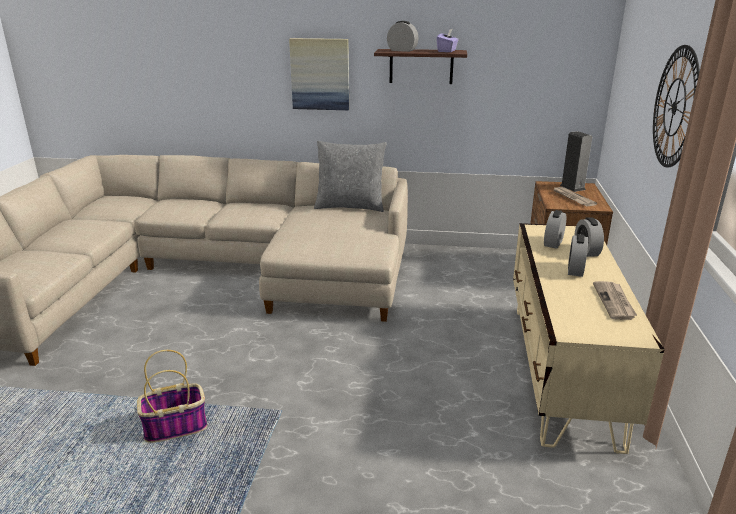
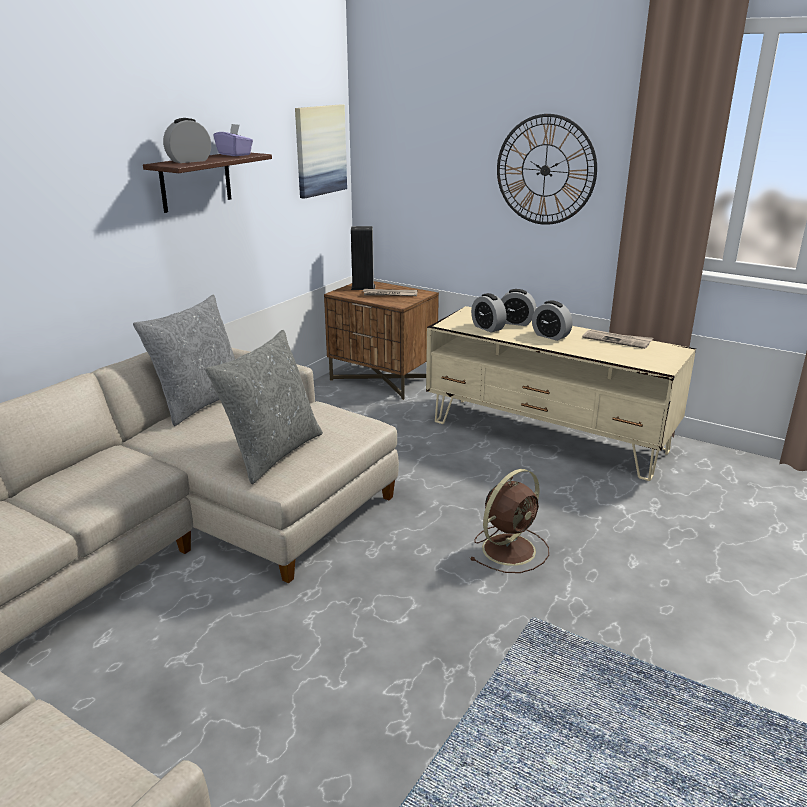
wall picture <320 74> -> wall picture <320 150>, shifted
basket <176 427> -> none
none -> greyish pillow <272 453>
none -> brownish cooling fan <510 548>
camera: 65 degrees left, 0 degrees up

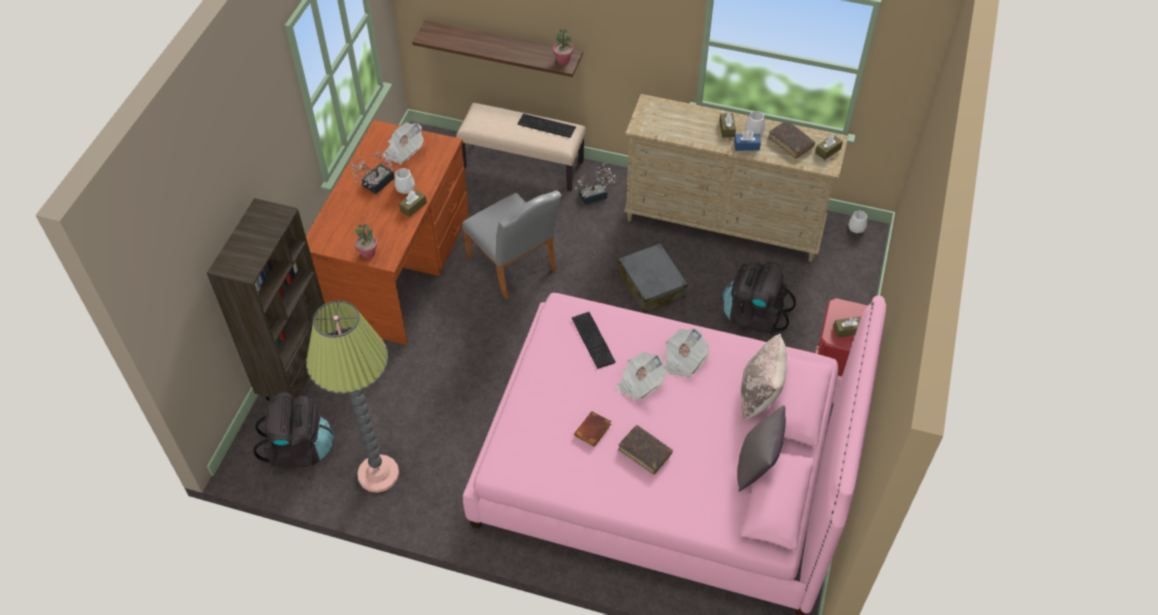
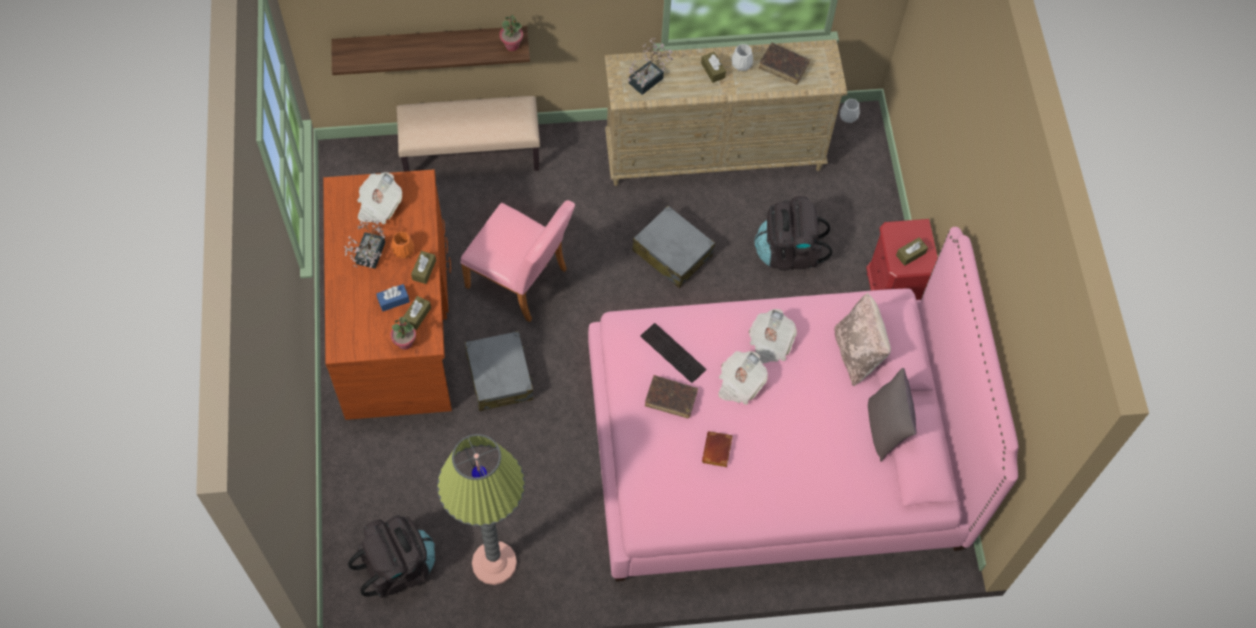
keyboard <546 125> -> none
bluish tissue box <746 146> -> bluish tissue box <393 300>, shifted
brownish tissue box <828 151> -> brownish tissue box <417 315>, shifted
potted plant <596 195> -> potted plant <649 78>, shifted
white-coloured decorative vase <405 187> -> orange-coloured decorative vase <403 250>
greyish chair <515 267> -> pinkish chair <522 281>
brownish bookshelf <298 374> -> none
brownish book <645 452> -> brownish book <671 399>, shifted
none -> greyish piece of luggage <499 376>
camera: 25 degrees left, 10 degrees up

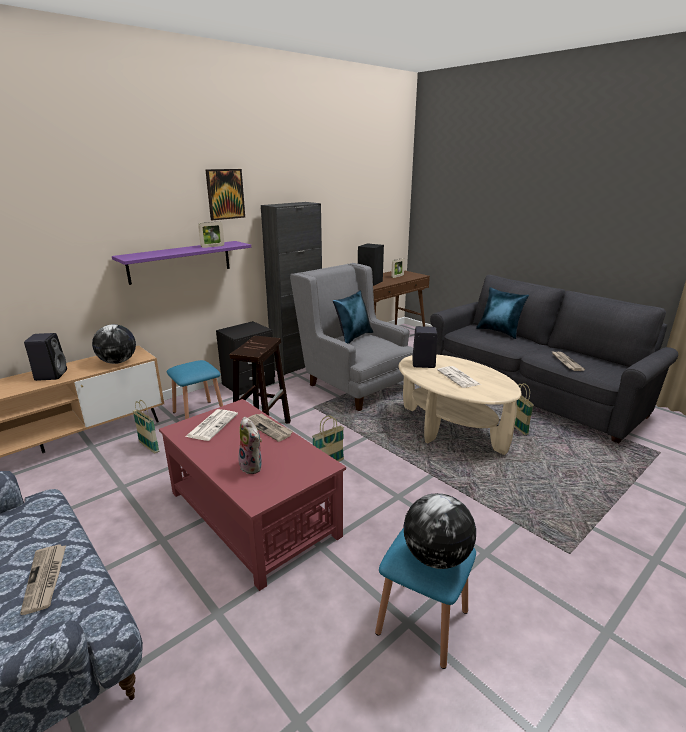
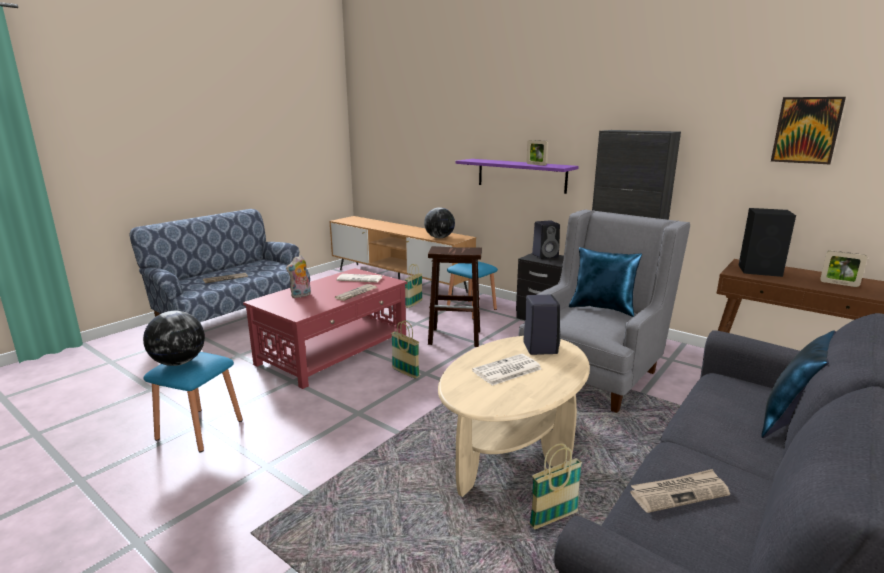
wall picture <225 194> -> wall picture <806 130>, shifted
black audio speaker <51 375> -> black audio speaker <545 256>, shifted
camera: 80 degrees right, 5 degrees down

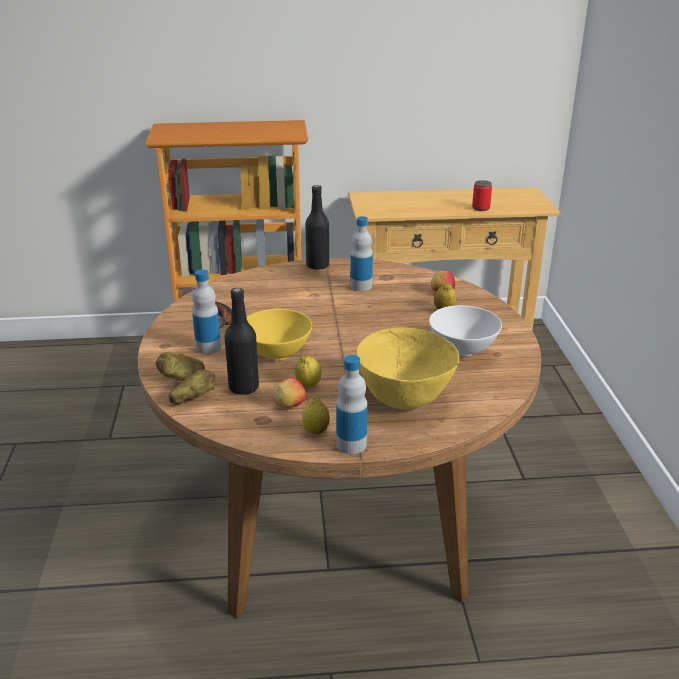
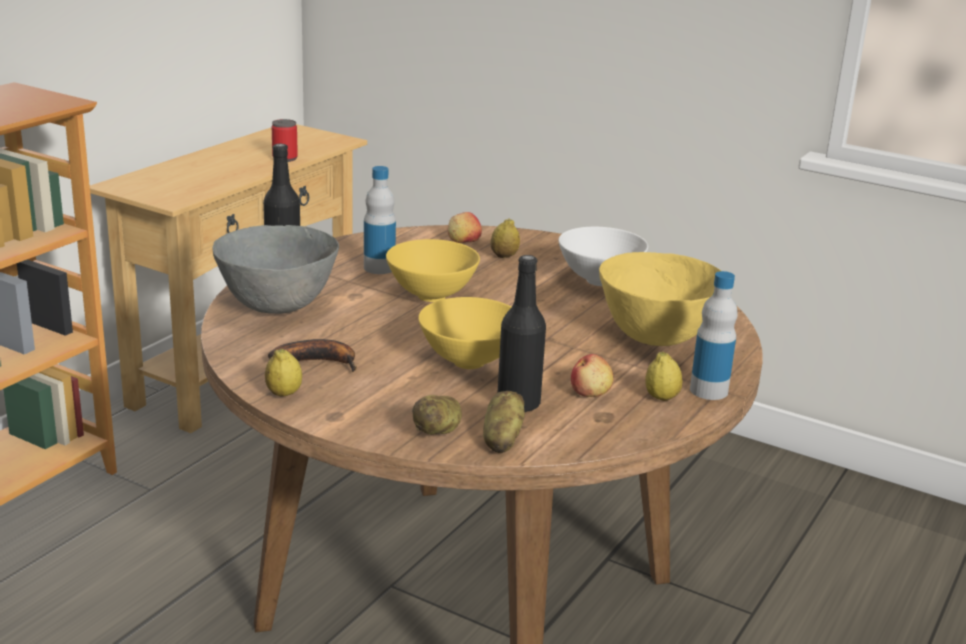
bottle <208 347> -> none
whole lemon <308 385> -> whole lemon <284 394>, shifted
none -> greyish bowl <277 307>
none -> yellow-coloured bowl <430 296>
camera: 55 degrees left, 5 degrees down

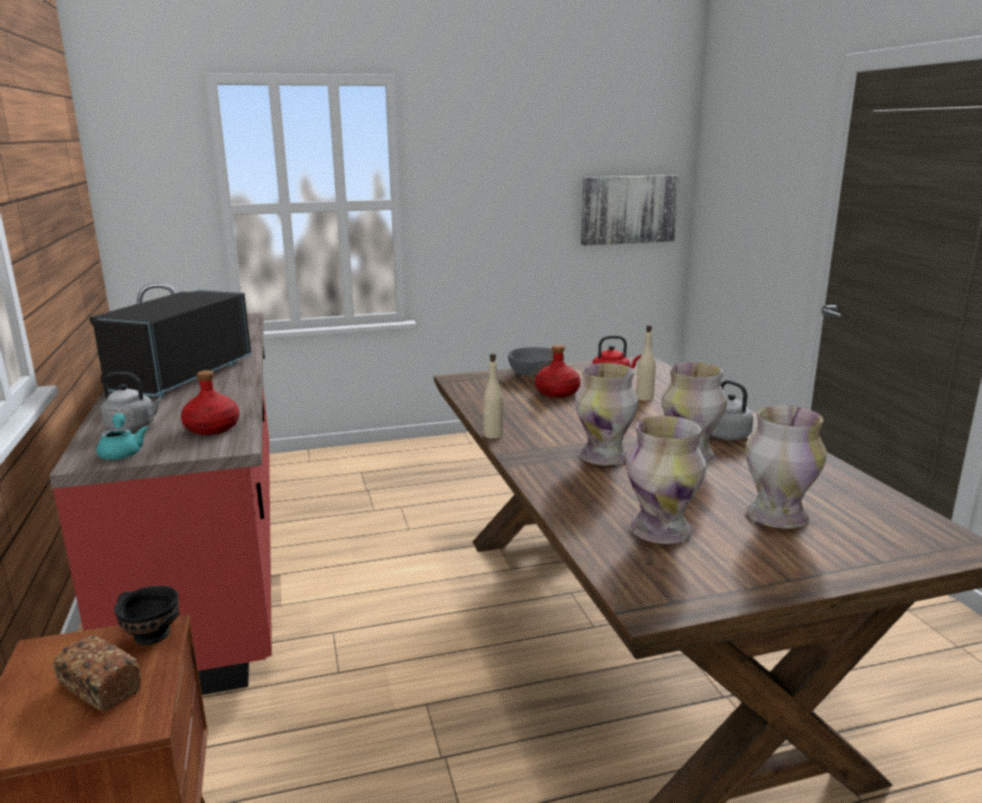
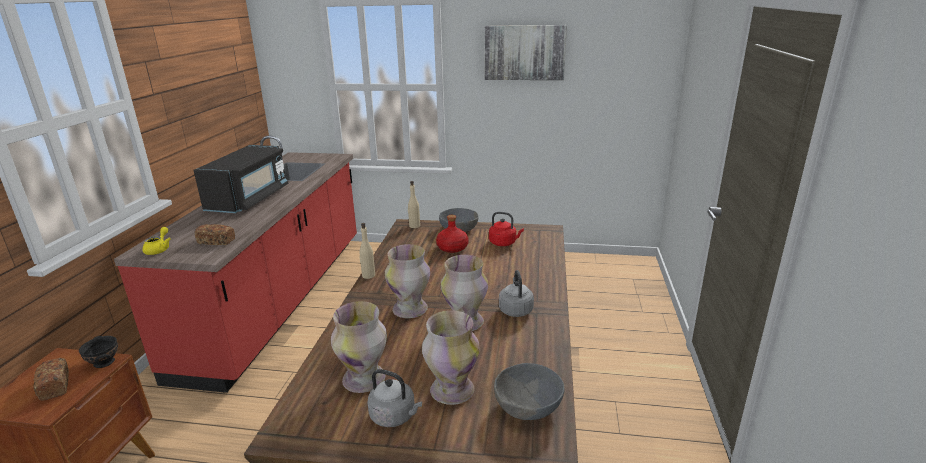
wall picture <628 209> -> wall picture <524 52>, shifted
black microwave <180 376> -> black microwave <249 199>, 150 degrees clockwise
sand-coloured bottle <644 398> -> sand-coloured bottle <414 226>, shifted
red-coloured bottle <212 428> -> bakery bread <216 241>
greyish kettle <133 427> -> greyish kettle <395 416>, shifted
blue-green tea pot <121 451> -> yellow-coloured tea pot <159 249>
none -> greyish bowl <528 406>
camera: 25 degrees right, 5 degrees up

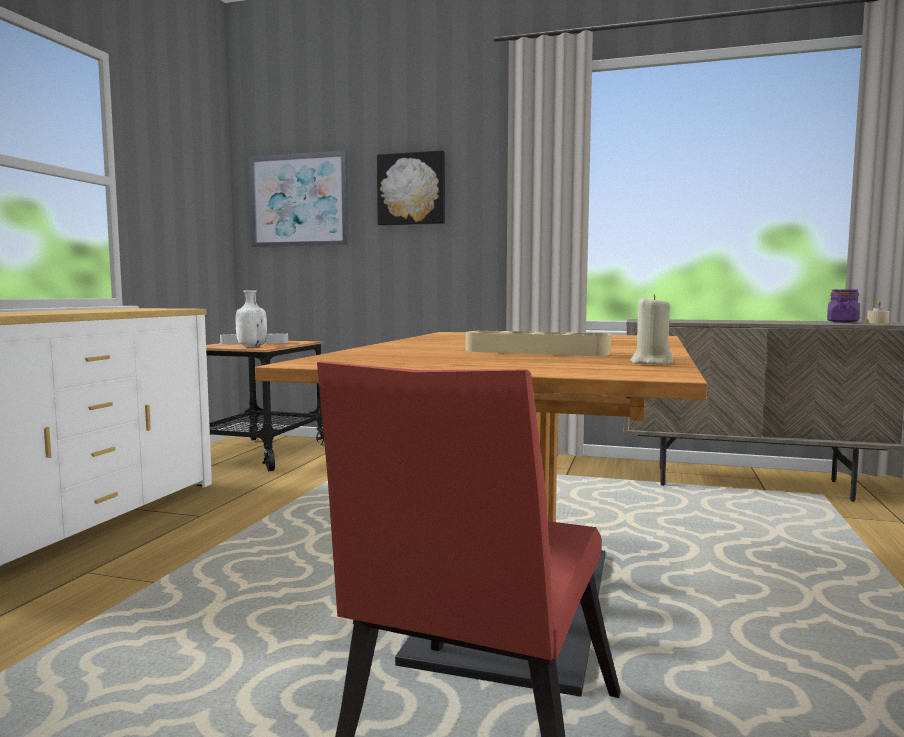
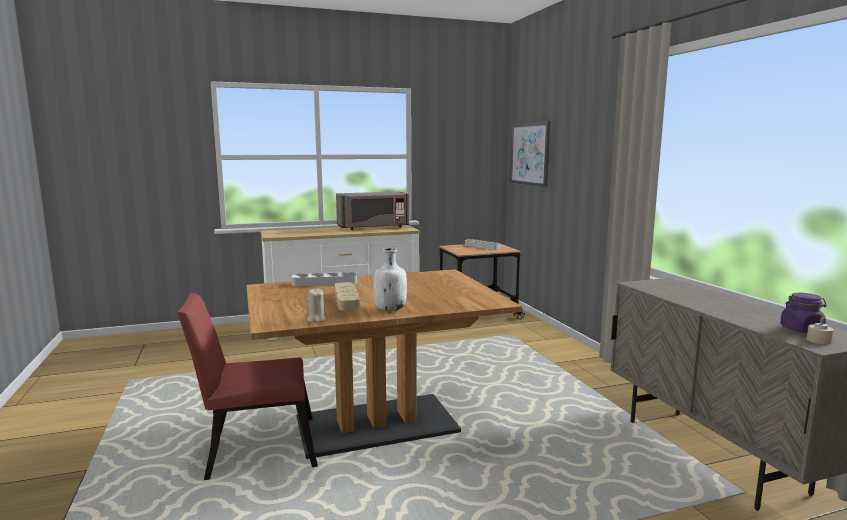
wall picture <411 189> -> none
white-coloured bottle <251 346> -> white-coloured bottle <390 309>, shifted
none -> greyish microwave <373 227>
none -> greyish carrying tray <325 283>
camera: 55 degrees right, 5 degrees up

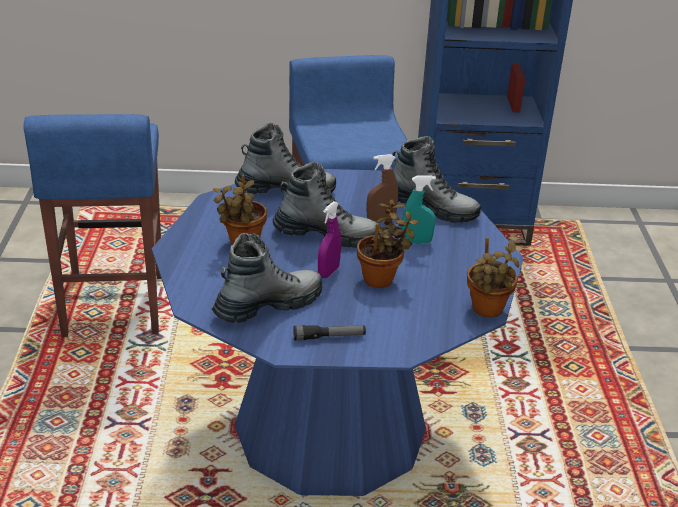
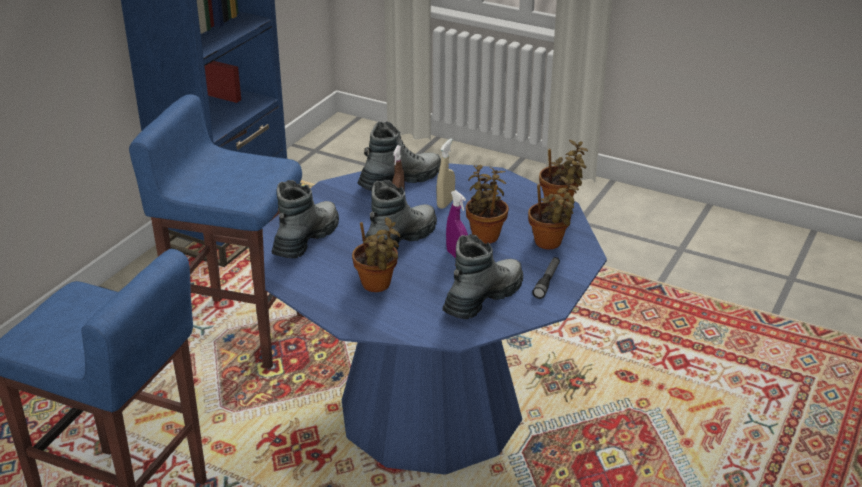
blue-green sprayer <416 242> -> sand-coloured sprayer <445 203>
high-top boot <268 305> -> high-top boot <483 298>, 45 degrees clockwise
none -> potted plant <550 244>
camera: 60 degrees left, 0 degrees up

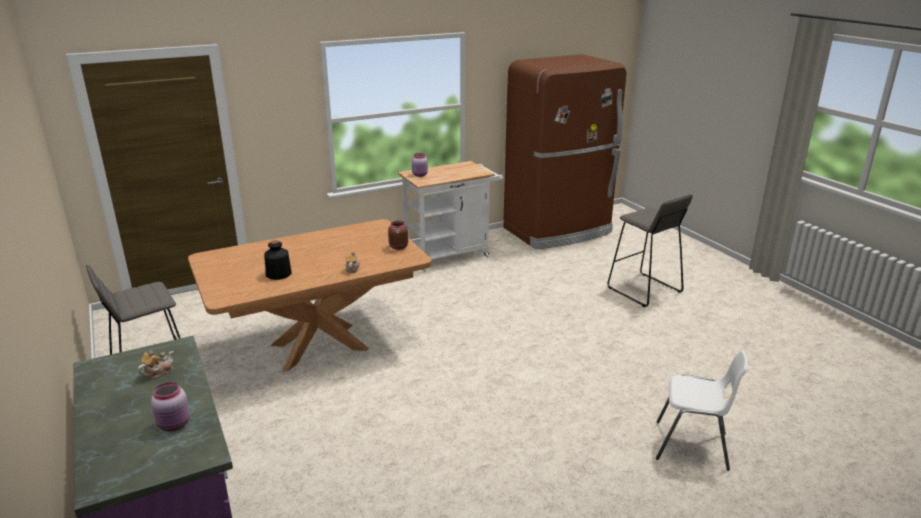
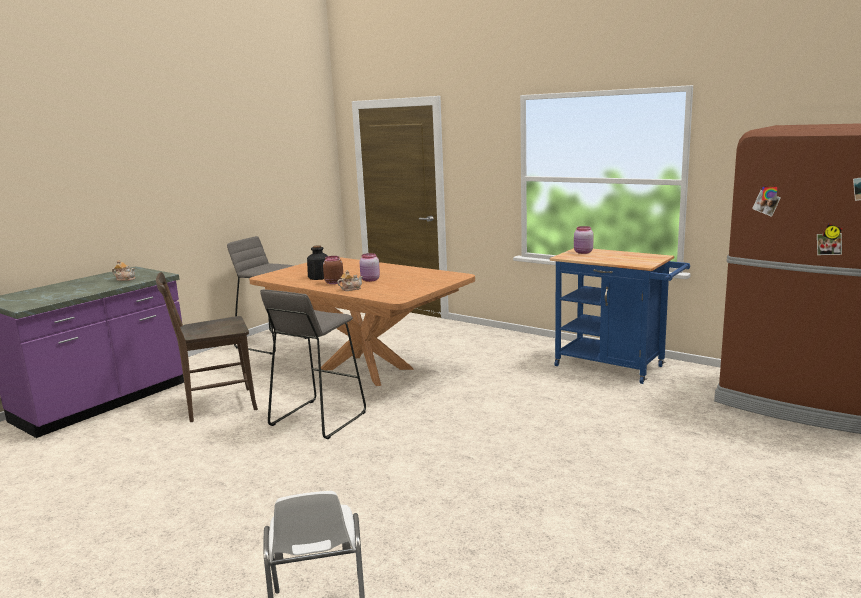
white-coloured wheeled cart <451 255> -> bluish wheeled cart <615 367>
greyish stool <644 290> -> greyish stool <318 419>, shifted
brownish jar <398 247> -> brownish jar <333 282>, shifted
pinkish jar <174 425> -> pinkish jar <370 280>, shifted
none -> brownish chair <216 406>
camera: 65 degrees right, 10 degrees down

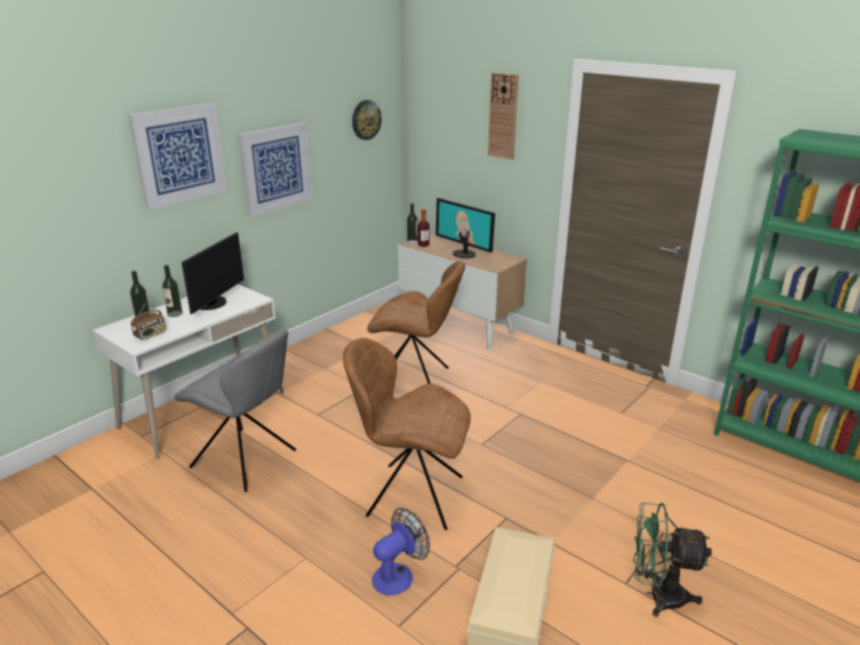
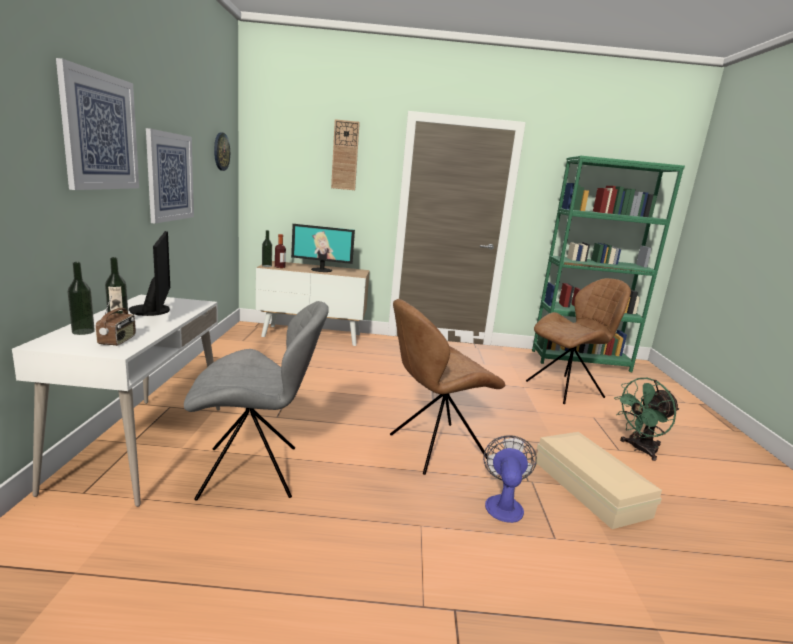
brownish chair <415 380> -> brownish chair <566 389>, shifted
camera: 40 degrees left, 10 degrees down

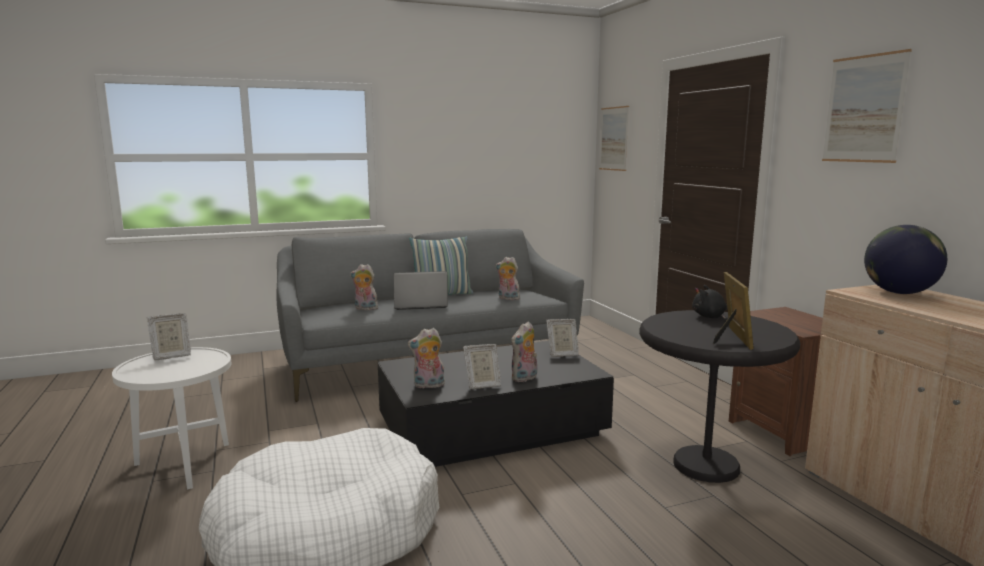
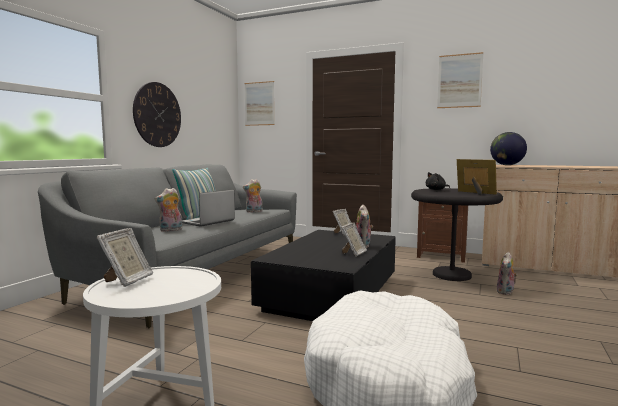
cuddly toy <428 385> -> cuddly toy <506 292>, shifted
none -> clock on the wall <157 115>
camera: 45 degrees left, 5 degrees down

